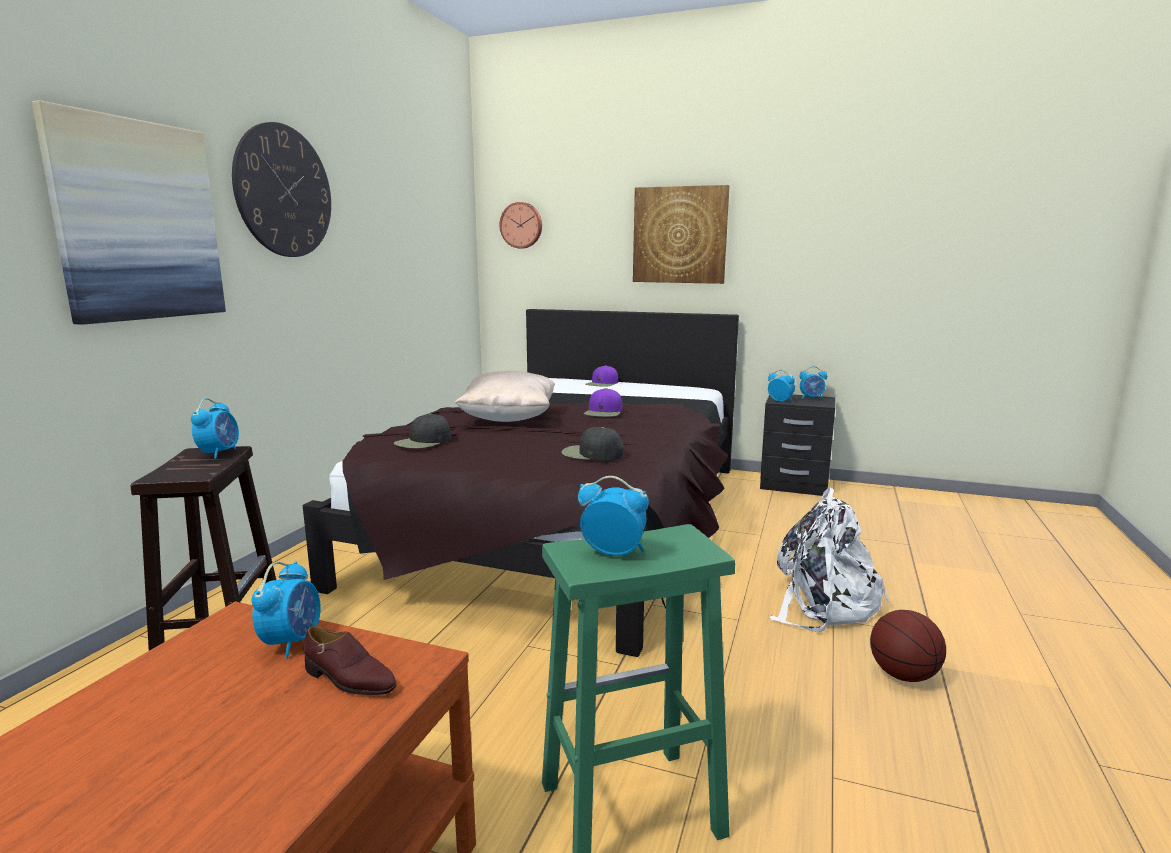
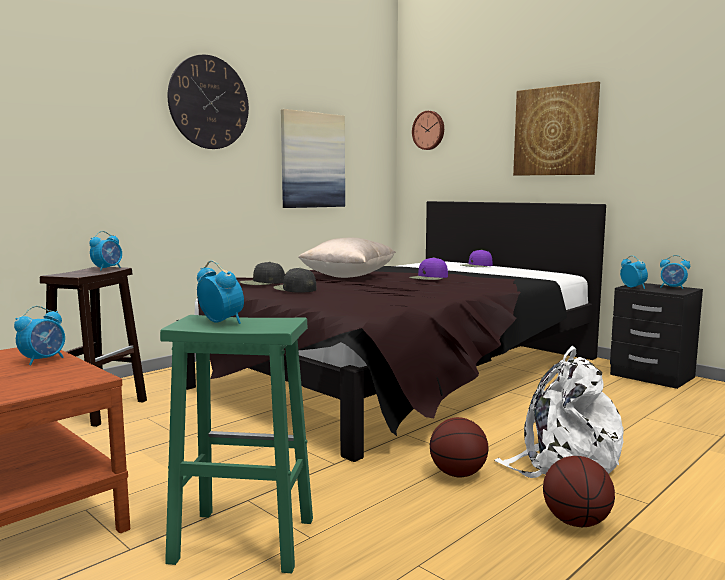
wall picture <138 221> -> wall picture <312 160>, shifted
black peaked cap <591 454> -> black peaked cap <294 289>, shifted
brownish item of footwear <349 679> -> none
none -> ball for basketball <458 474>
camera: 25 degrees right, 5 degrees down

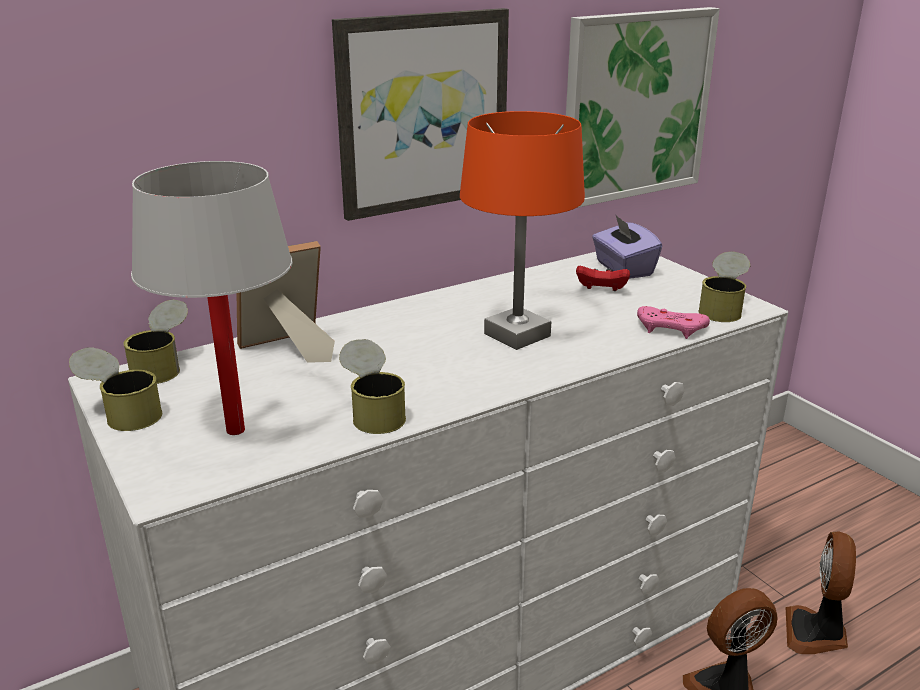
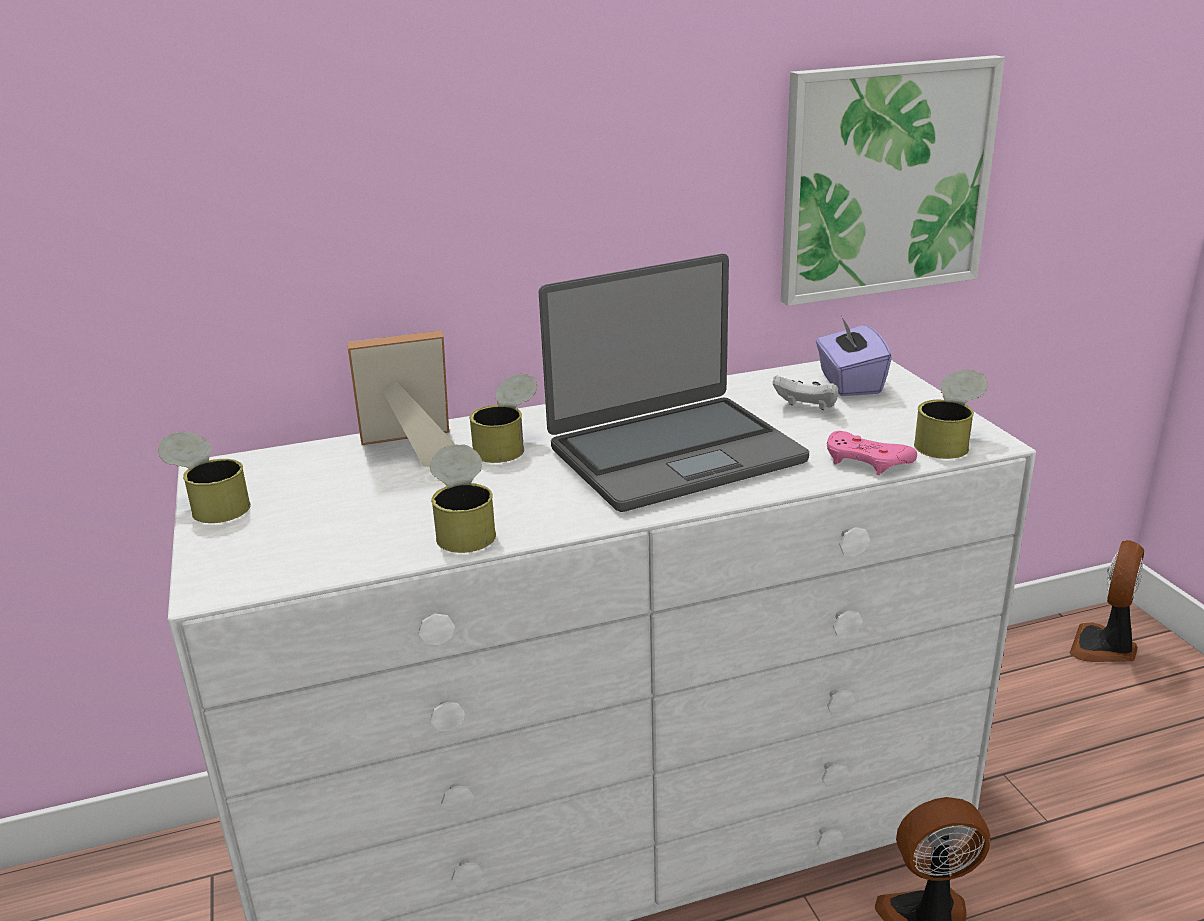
wall picture <423 112> -> none
orange-coloured table lamp <517 335> -> portable computer <674 454>
white-coloured table lamp <235 430> -> none
red-coloured joypad <601 290> -> white-coloured joypad <806 408>
can <164 366> -> can <508 445>, shifted
cooling fan <816 633> -> cooling fan <1104 647>, shifted
camera: 15 degrees right, 0 degrees up

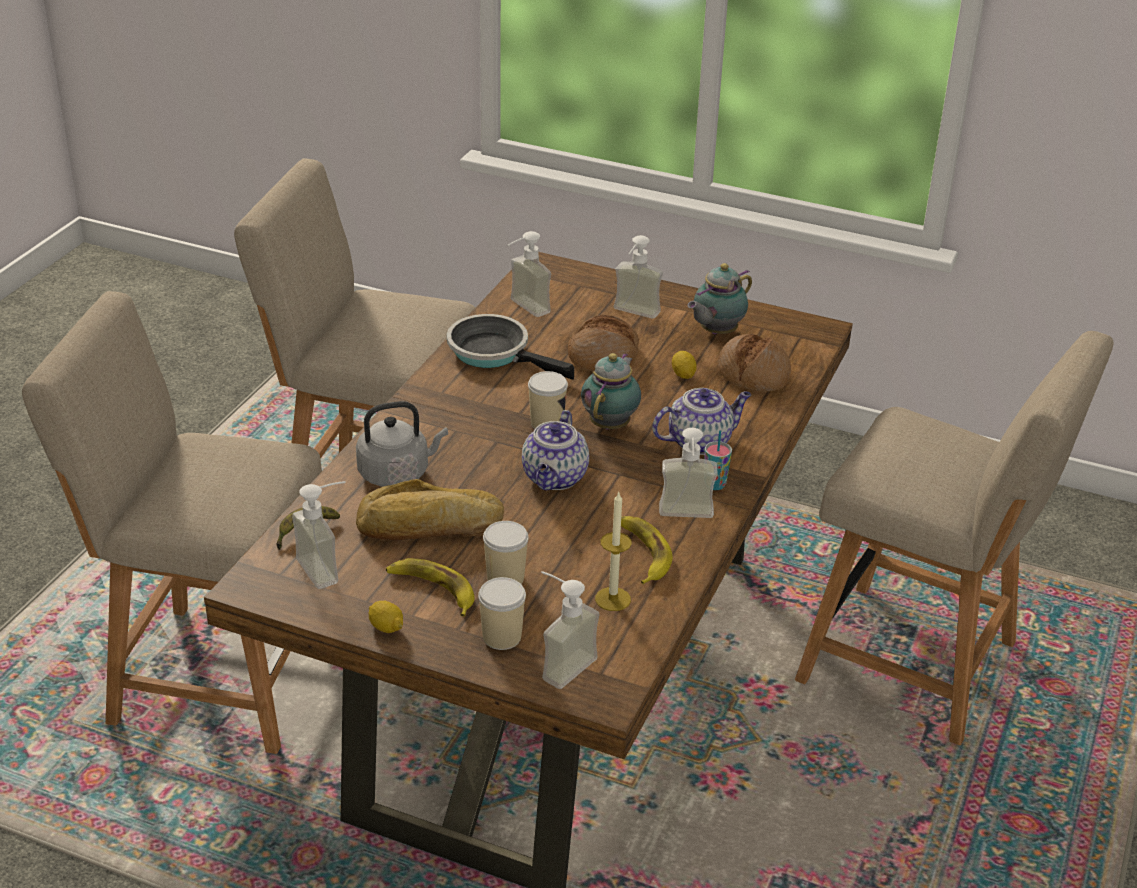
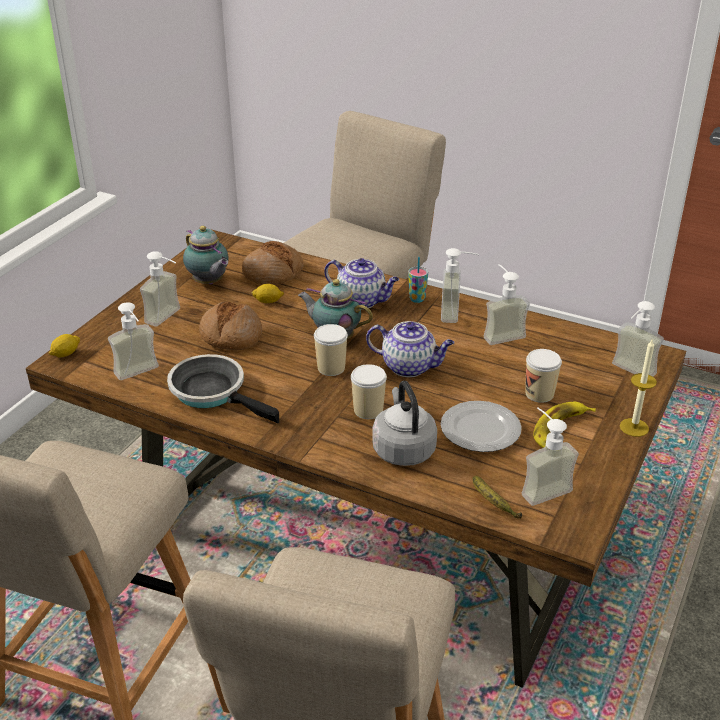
pan <494 352> -> pan <213 392>, 90 degrees clockwise
tea pot <700 441> -> tea pot <362 301>, 135 degrees clockwise
bakery bread <430 527> -> plate <479 430>
wax light <613 599> -> wax light <634 427>, shifted
banana fruit <642 553> -> soap bottle <500 333>
cup <502 637> -> cup <368 410>, shifted
whole lemon <386 627> -> whole lemon <66 354>, shifted
camera: 85 degrees left, 0 degrees up

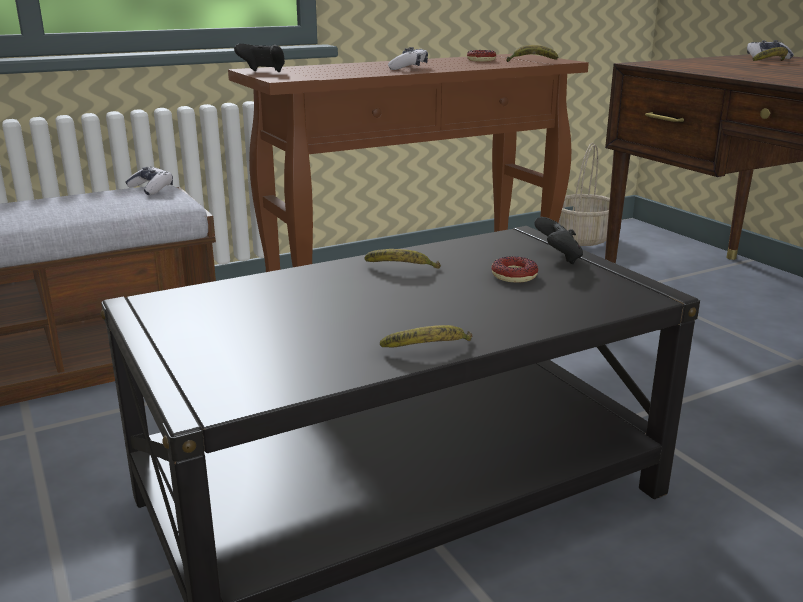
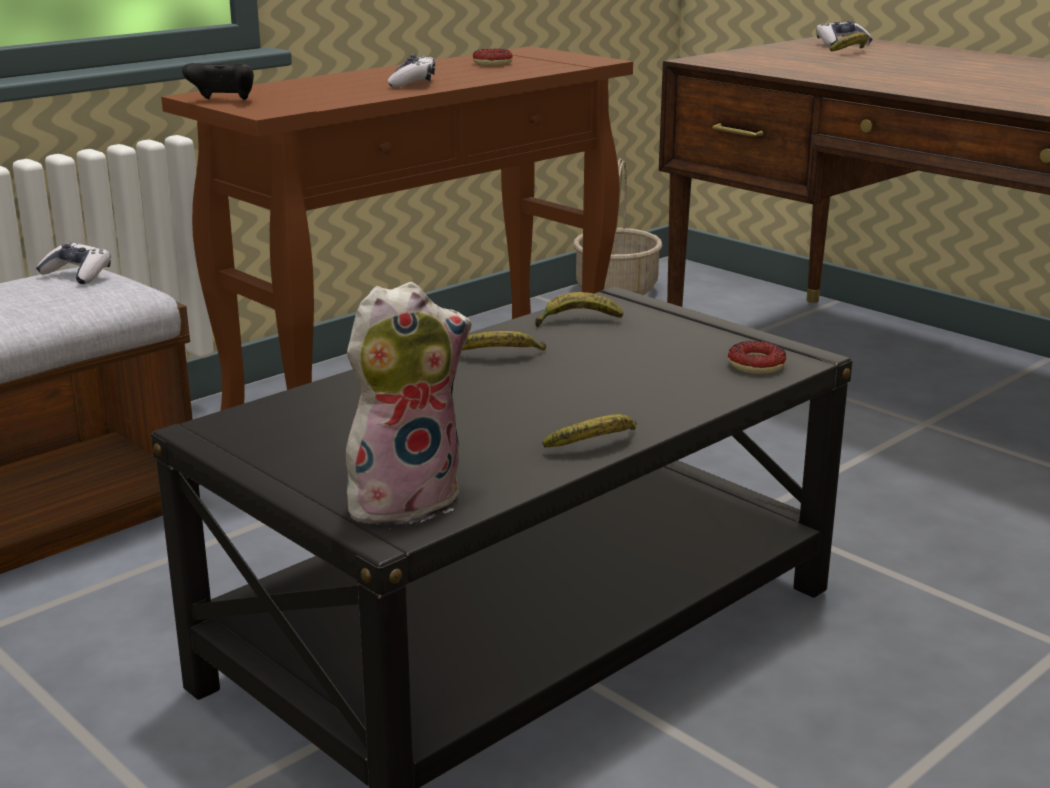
banana fruit <531 61> -> banana fruit <577 321>, shifted
black joypad <558 258> -> none
doughnut <514 276> -> doughnut <756 365>, shifted
none -> cuddly toy <405 500>
camera: 15 degrees left, 0 degrees up

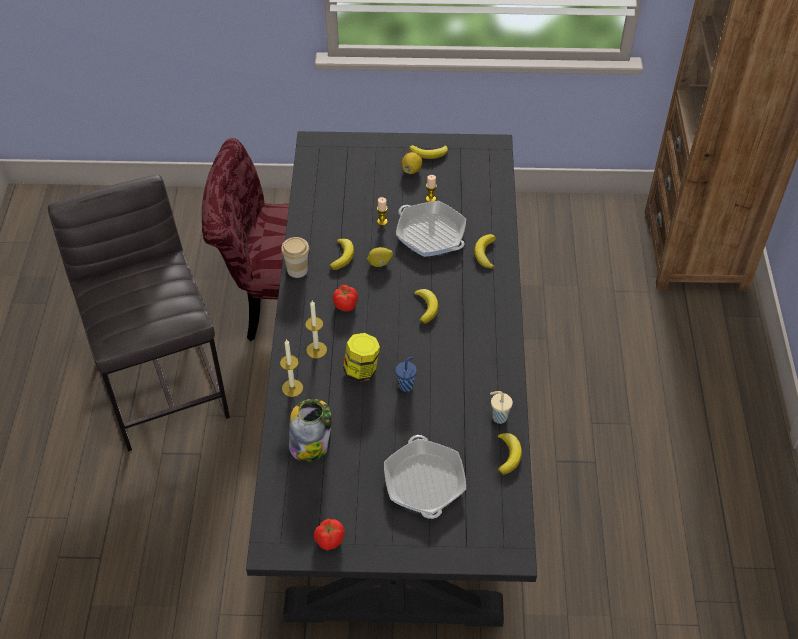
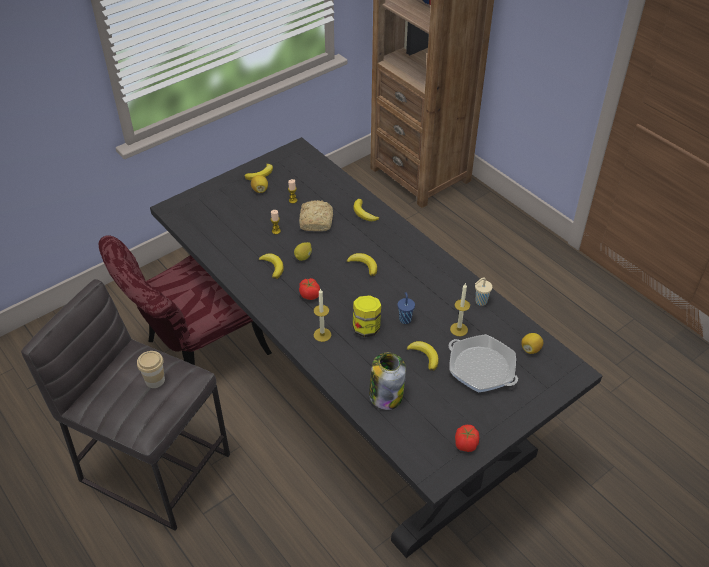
pan <430 234> -> bakery bread <317 221>
cup <297 270> -> cup <155 380>, shifted
wax light <292 388> -> wax light <459 329>, shifted
banana fruit <508 455> -> banana fruit <424 356>, shifted
none -> whole lemon <530 349>
camera: 40 degrees left, 5 degrees down

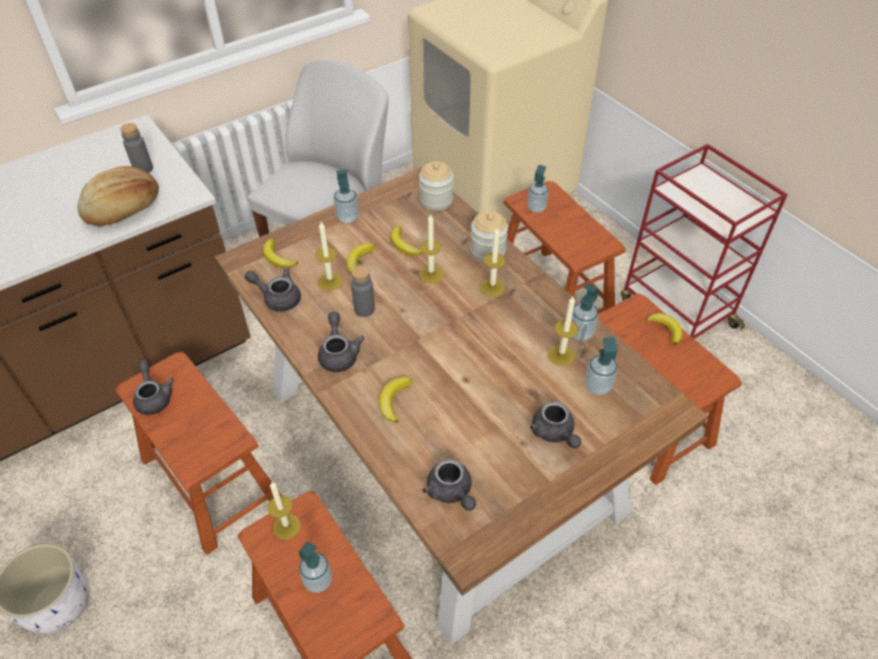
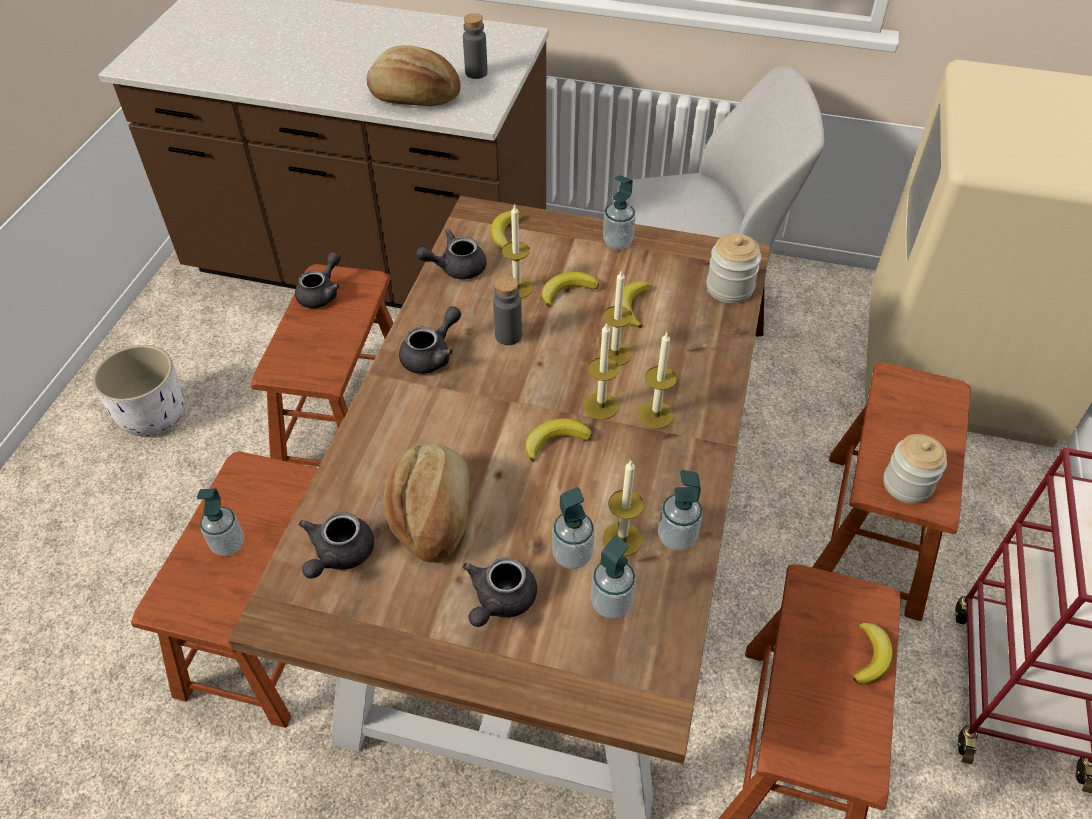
soap bottle <536 208> -> soap bottle <572 555>, shifted
jar <487 251> -> jar <907 484>, shifted
greyish tea pot <278 298> -> greyish tea pot <456 268>, 90 degrees counterclockwise
banana fruit <394 400> -> banana fruit <555 441>, shifted
wax light <286 526> -> wax light <601 406>, shifted
none -> bakery bread <433 514>
camera: 50 degrees right, 0 degrees up

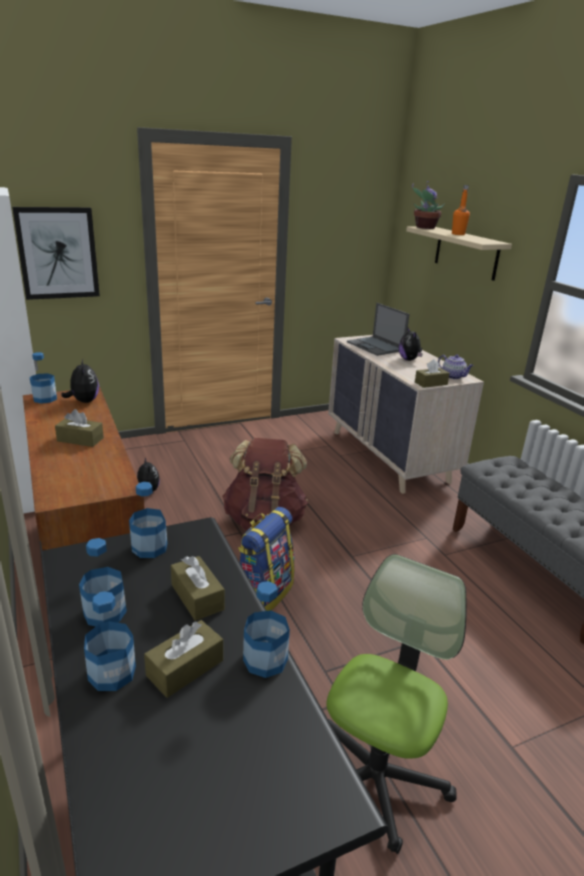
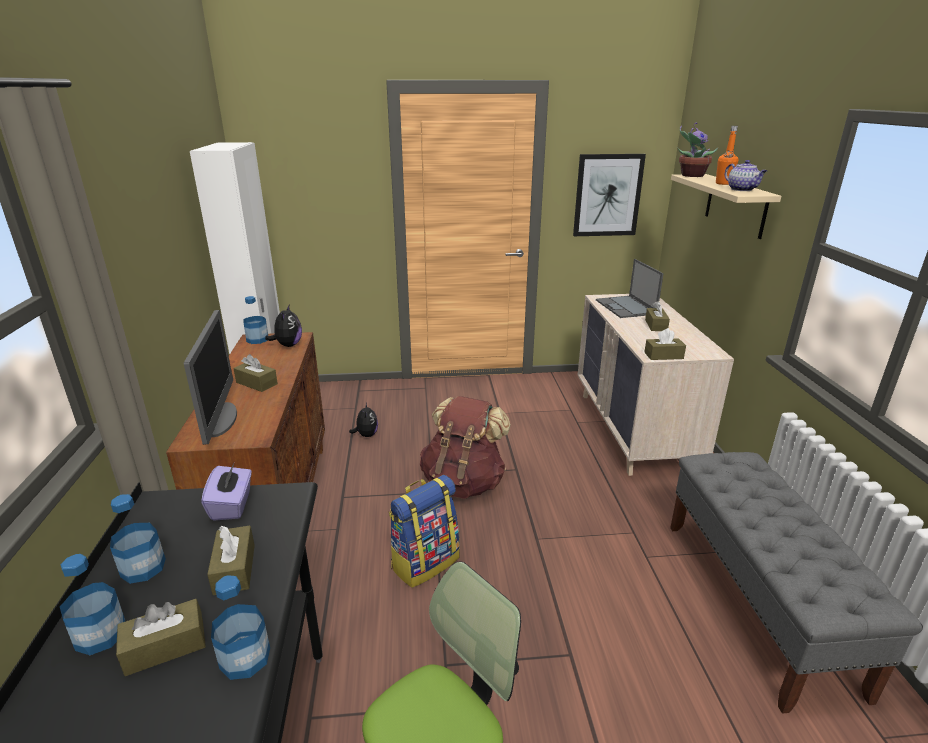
wall picture <58 253> -> wall picture <607 195>, shifted
cuddly toy <409 360> -> brownish tissue box <656 325>
tea pot <453 376> -> tea pot <742 190>, shifted
bottle <149 547> -> purple tissue box <232 505>
none -> computer display <220 419>
camera: 20 degrees right, 0 degrees up

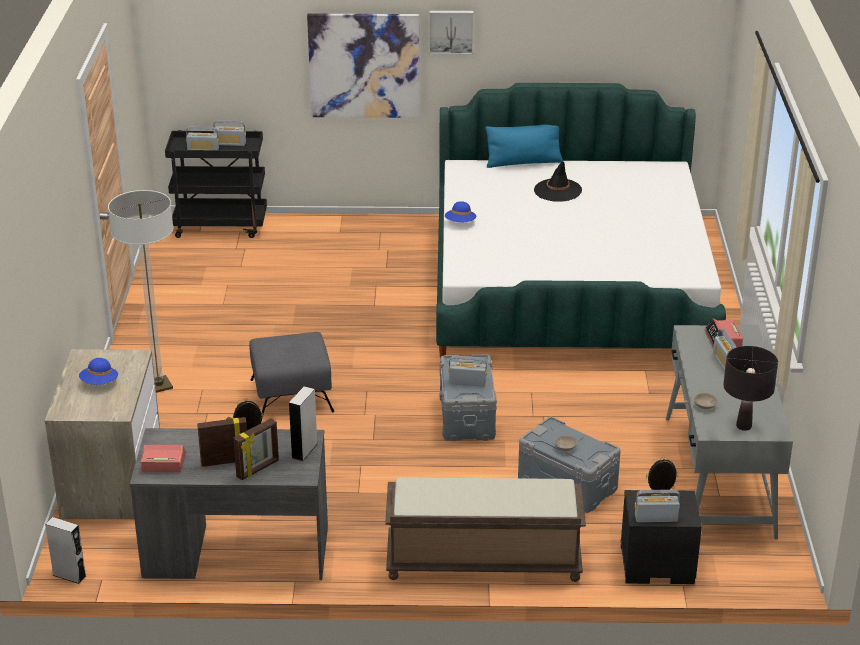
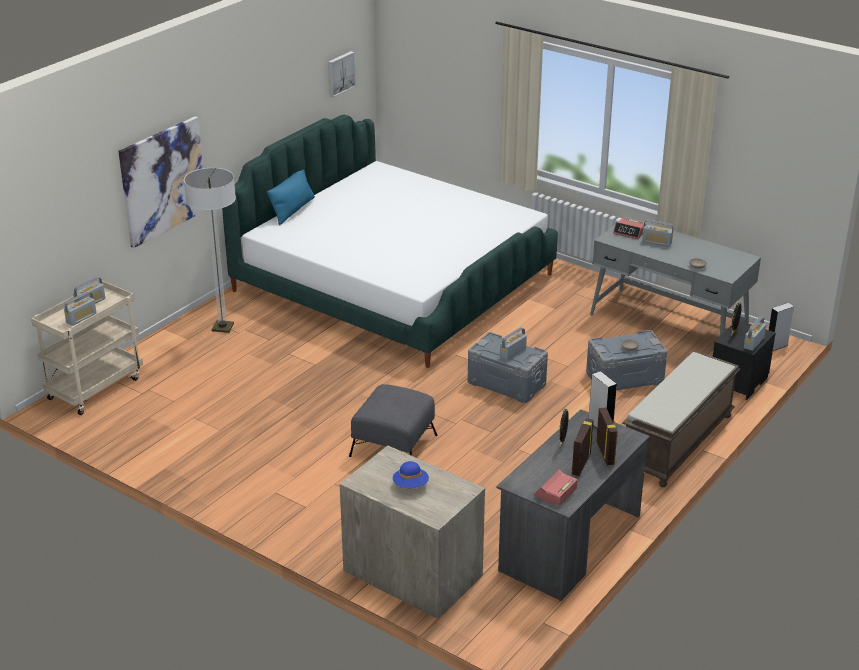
wall picture <451 31> -> wall picture <340 73>, shifted
black wheeled cart <221 226> -> sand-coloured wheeled cart <95 387>
black hat <557 190> -> none
standard lamp <158 386> -> standard lamp <222 327>, shifted
bluish hat <460 223> -> none
black table lamp <744 426> -> none
greyish audio speaker <69 576> -> greyish audio speaker <776 346>, shifted
camera: 55 degrees left, 0 degrees up

